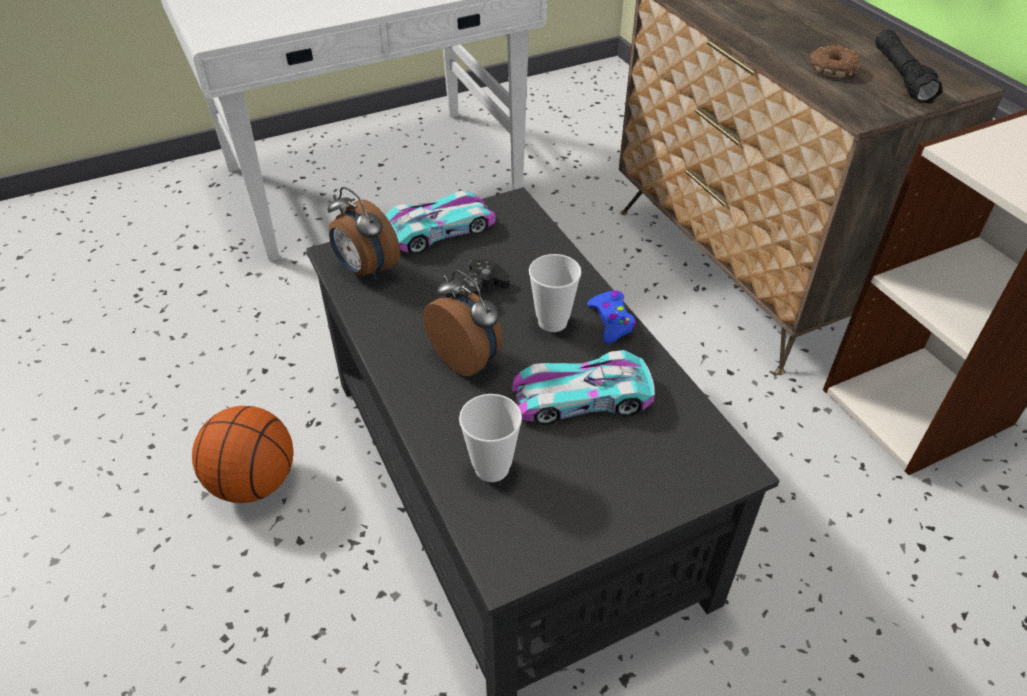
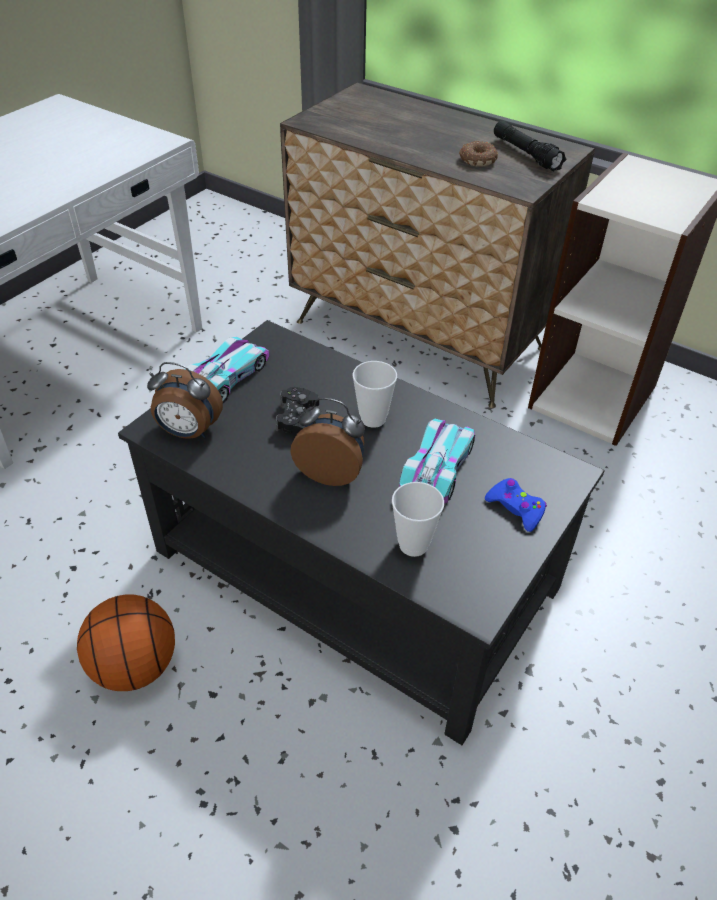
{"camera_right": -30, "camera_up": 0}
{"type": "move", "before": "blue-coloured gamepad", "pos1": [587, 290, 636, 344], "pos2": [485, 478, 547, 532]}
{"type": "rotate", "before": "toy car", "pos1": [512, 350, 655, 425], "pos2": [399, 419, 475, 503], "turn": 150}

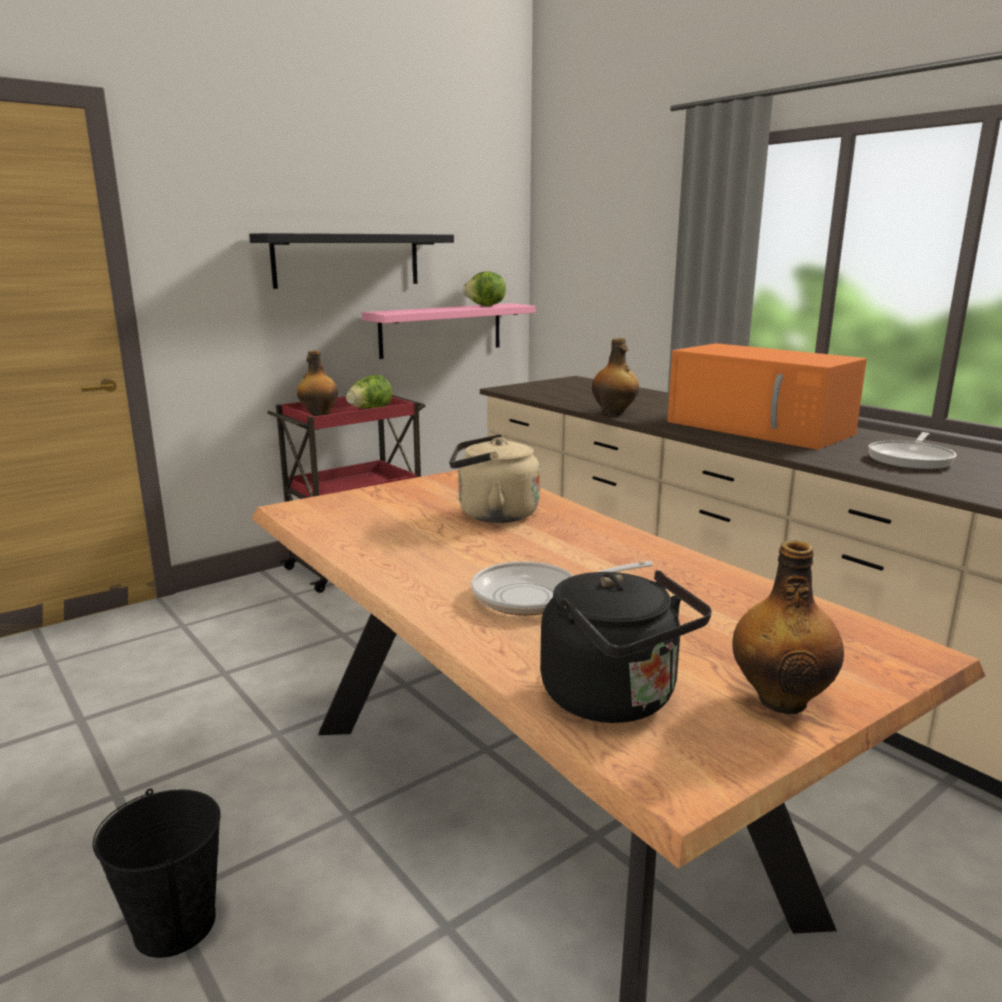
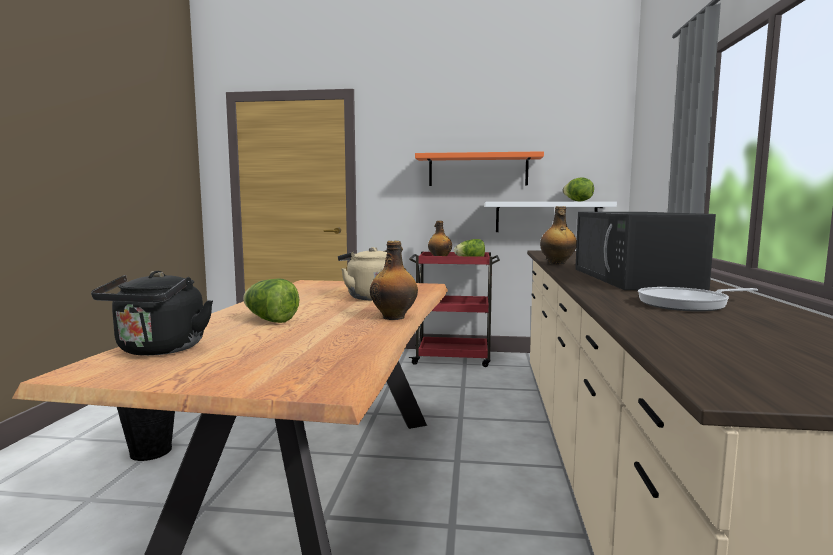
{"camera_right": 45, "camera_up": -10}
{"type": "recolor", "before": "black bracket shelf", "after": "orange-coloured bracket shelf", "pos1": [249, 233, 454, 289], "pos2": [415, 151, 544, 186]}
{"type": "recolor", "before": "pinkish bracket shelf", "after": "whitish bracket shelf", "pos1": [362, 303, 535, 359], "pos2": [485, 202, 617, 232]}
{"type": "recolor", "before": "orange-coloured kitchen microwave", "after": "black kitchen microwave", "pos1": [667, 343, 867, 450], "pos2": [575, 212, 716, 290]}
{"type": "move", "before": "drink bottle", "pos1": [732, 541, 844, 714], "pos2": [370, 241, 418, 320]}
{"type": "replace", "before": "pan", "after": "head of lettuce", "pos1": [471, 561, 653, 615], "pos2": [243, 279, 299, 323]}

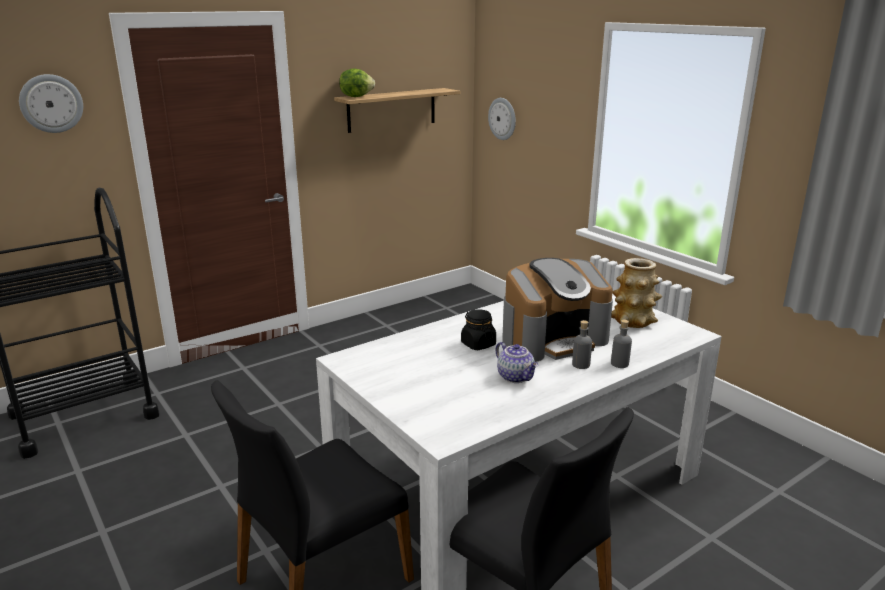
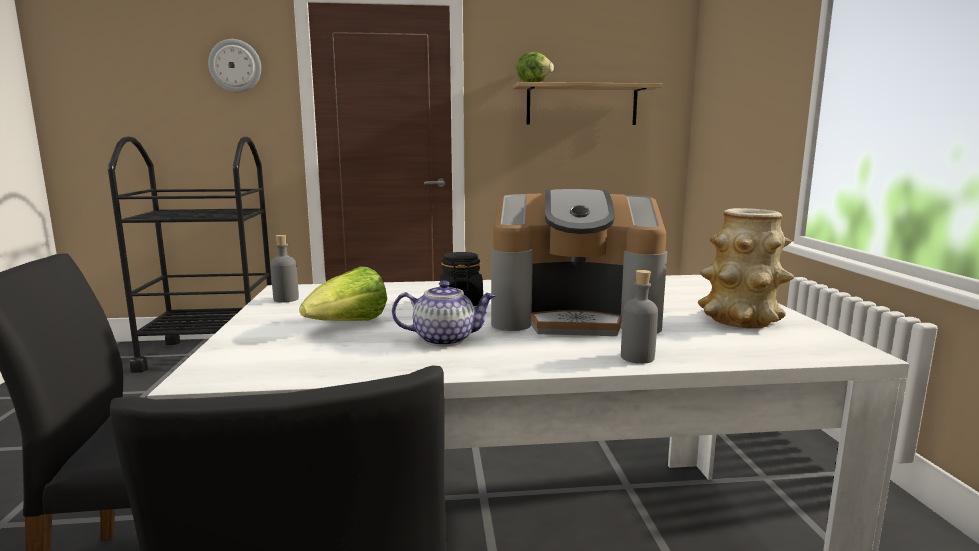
{"camera_right": 30, "camera_up": -10}
{"type": "delete", "before": "wall clock", "pos1": [488, 98, 516, 140]}
{"type": "move", "before": "grey drink bottle", "pos1": [572, 320, 592, 369], "pos2": [270, 235, 299, 303]}
{"type": "rotate", "before": "teapot", "pos1": [496, 342, 538, 383], "pos2": [392, 280, 496, 347], "turn": -90}
{"type": "insert", "after": "head of lettuce", "pos2": [299, 267, 387, 321]}

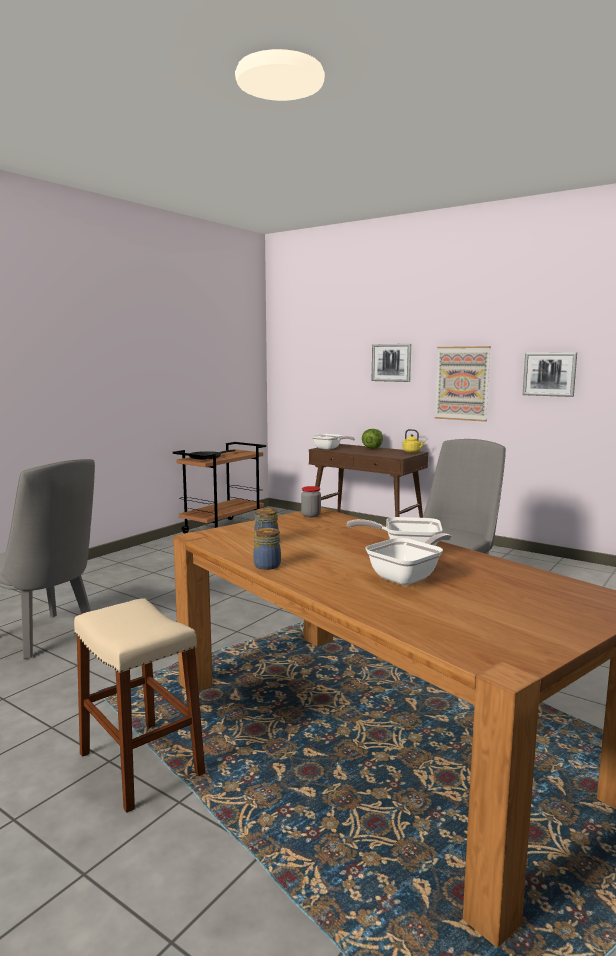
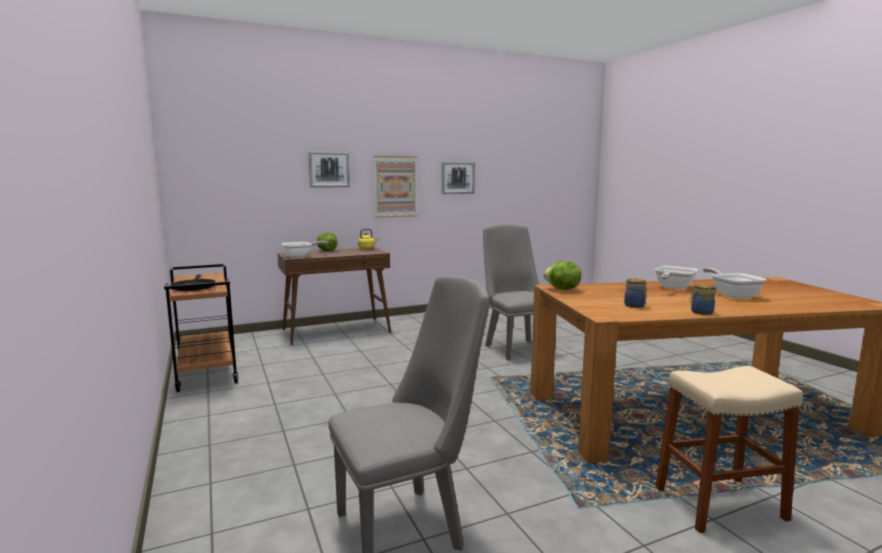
{"camera_right": -60, "camera_up": 0}
{"type": "replace", "before": "preserve jar", "after": "head of lettuce", "pos1": [301, 486, 321, 517], "pos2": [544, 261, 581, 290]}

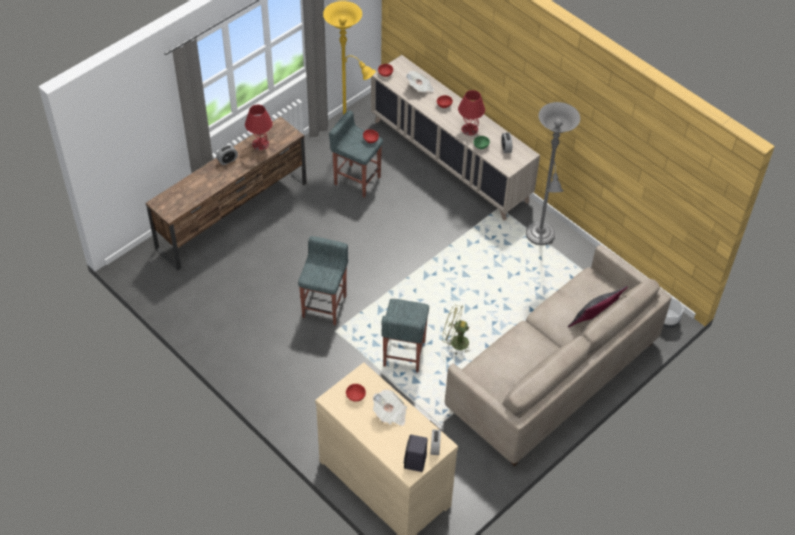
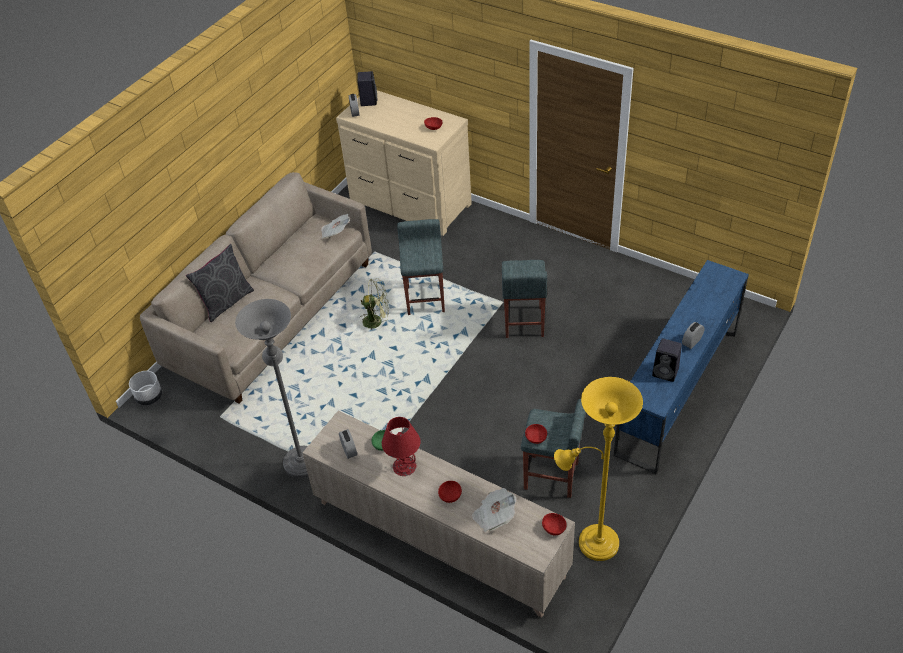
{"camera_right": 170, "camera_up": -5}
{"type": "replace", "before": "red-coloured lamp for a table", "after": "black loudspeaker", "pos1": [245, 105, 273, 150], "pos2": [652, 338, 682, 382]}
{"type": "recolor", "before": "brownish media console", "after": "blue-coloured media console", "pos1": [146, 116, 307, 270], "pos2": [614, 260, 749, 474]}
{"type": "move", "before": "daily paper", "pos1": [373, 390, 407, 426], "pos2": [321, 214, 350, 239]}

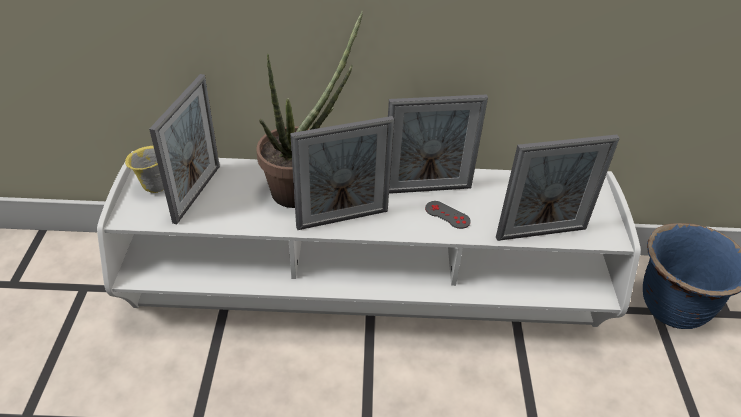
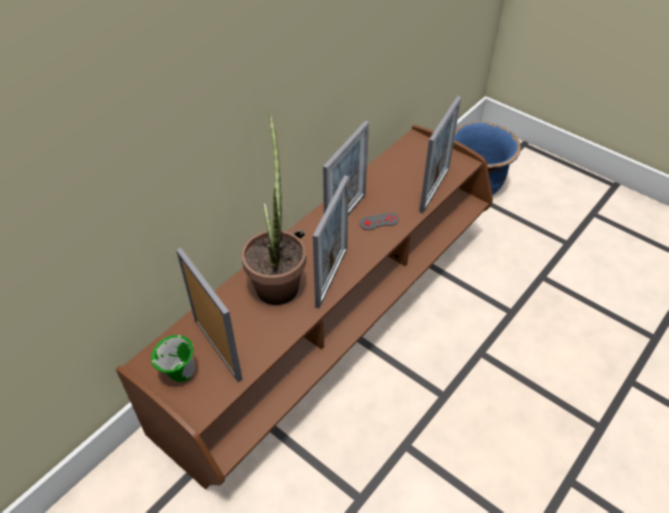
{"camera_right": -50, "camera_up": 5}
{"type": "recolor", "before": "yellowish coffee mug", "after": "green-coloured coffee mug", "pos1": [125, 146, 164, 193], "pos2": [151, 335, 195, 382]}
{"type": "recolor", "before": "whitish media console", "after": "brownish media console", "pos1": [97, 151, 641, 327], "pos2": [116, 125, 493, 490]}

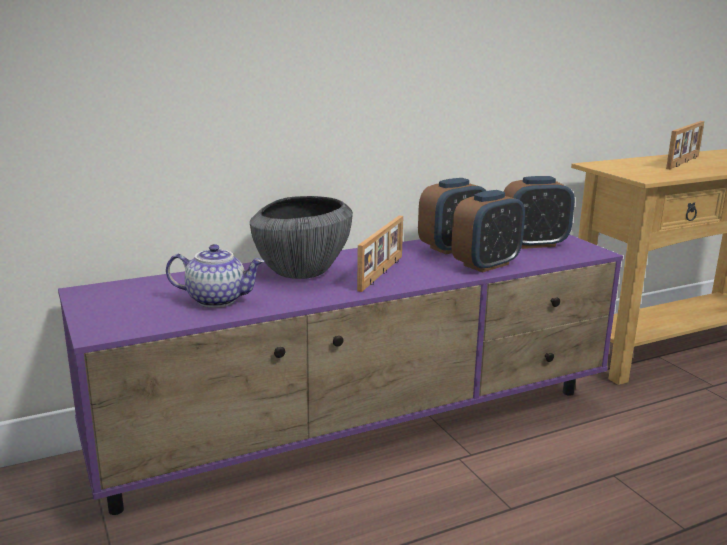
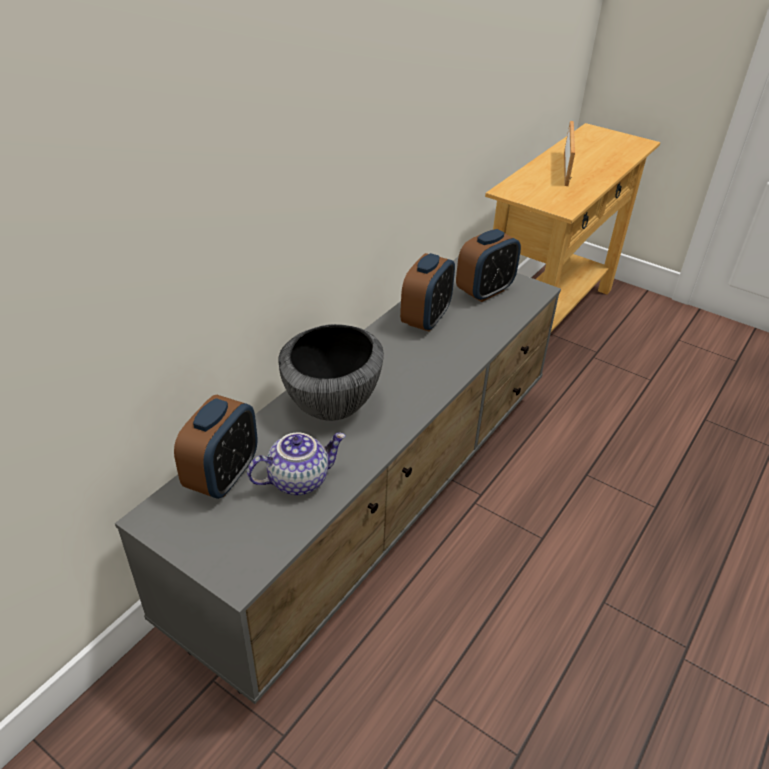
{"camera_right": -30, "camera_up": 20}
{"type": "move", "before": "table clock", "pos1": [451, 190, 525, 273], "pos2": [174, 395, 258, 499]}
{"type": "delete", "before": "photo frame", "pos1": [357, 215, 403, 292]}
{"type": "recolor", "before": "purplish media console", "after": "grey media console", "pos1": [58, 234, 623, 515], "pos2": [115, 256, 561, 704]}

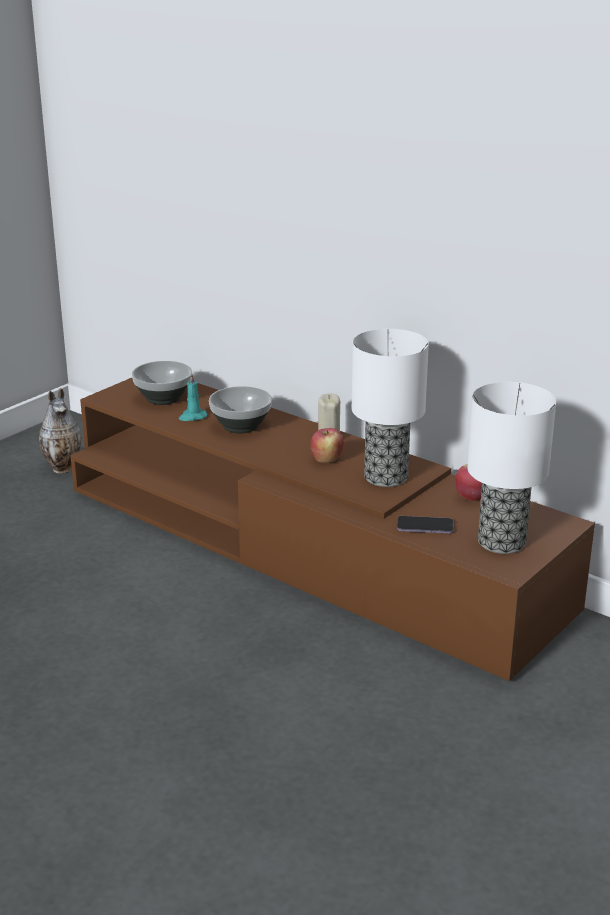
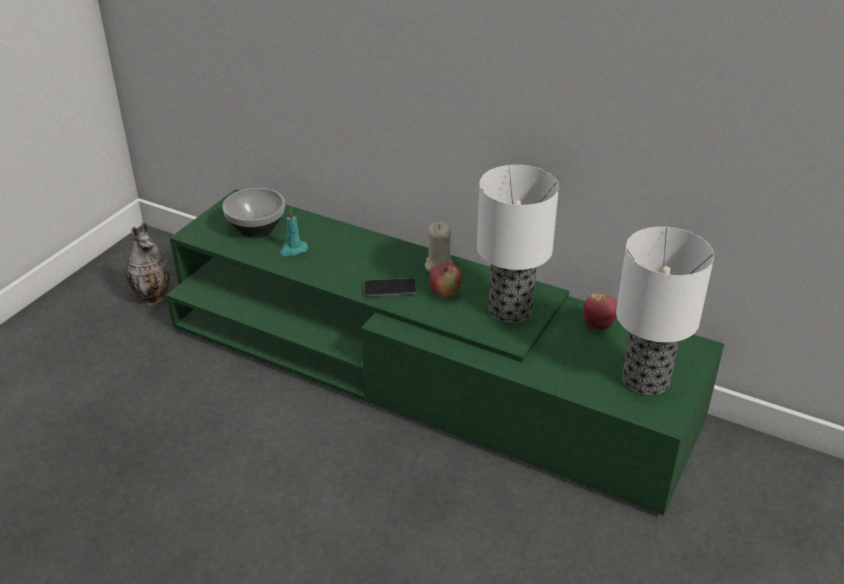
{"camera_right": -10, "camera_up": 10}
{"type": "recolor", "before": "brownish media console", "after": "green-coloured media console", "pos1": [70, 378, 595, 681], "pos2": [166, 189, 724, 515]}
{"type": "delete", "before": "deep dish", "pos1": [209, 386, 272, 433]}
{"type": "move", "before": "telephone", "pos1": [397, 516, 453, 534], "pos2": [364, 278, 416, 297]}

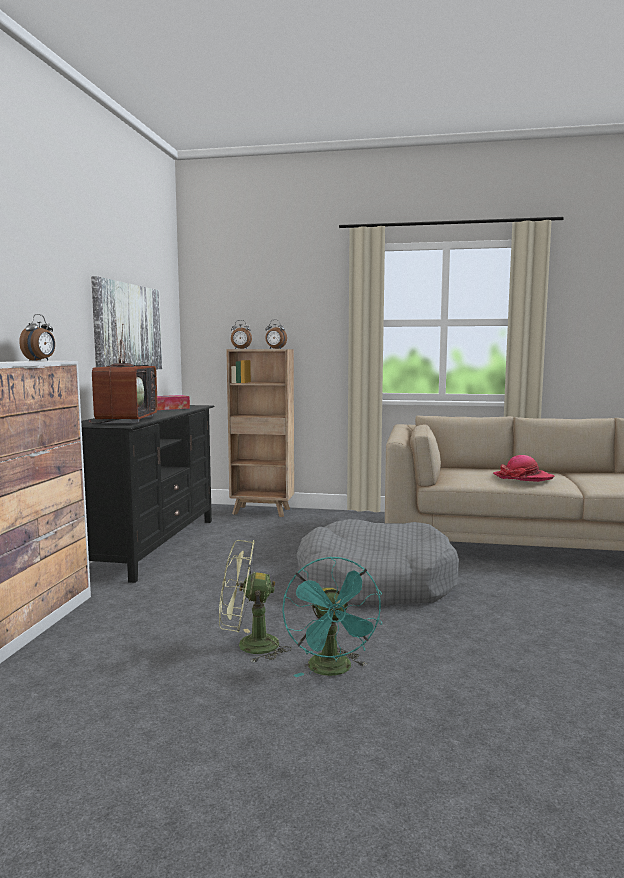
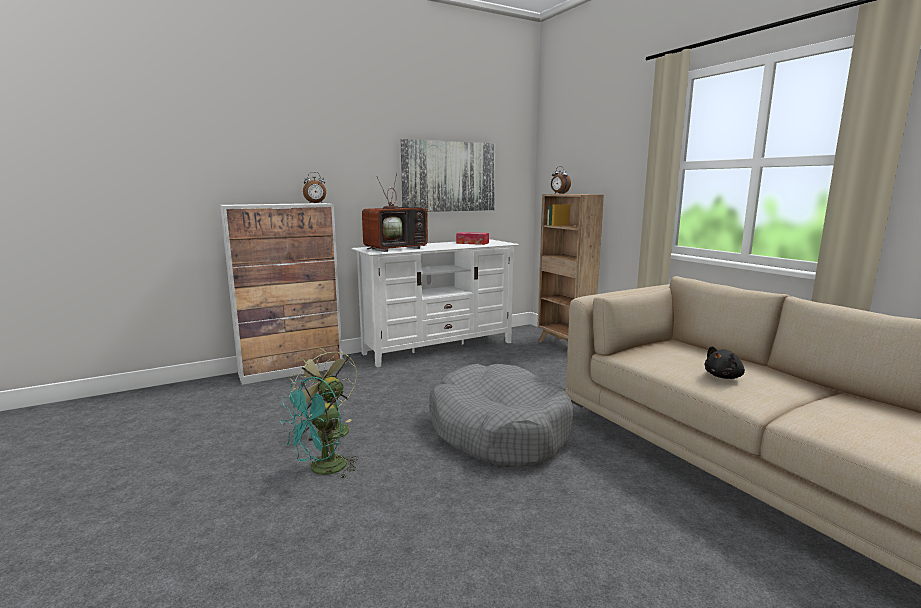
{"camera_right": 50, "camera_up": 5}
{"type": "delete", "before": "table clock", "pos1": [265, 320, 287, 349]}
{"type": "recolor", "before": "black media console", "after": "whitish media console", "pos1": [81, 405, 215, 583], "pos2": [351, 239, 519, 367]}
{"type": "replace", "before": "clothing hat", "after": "black cuddly toy", "pos1": [493, 455, 554, 482], "pos2": [704, 346, 745, 379]}

